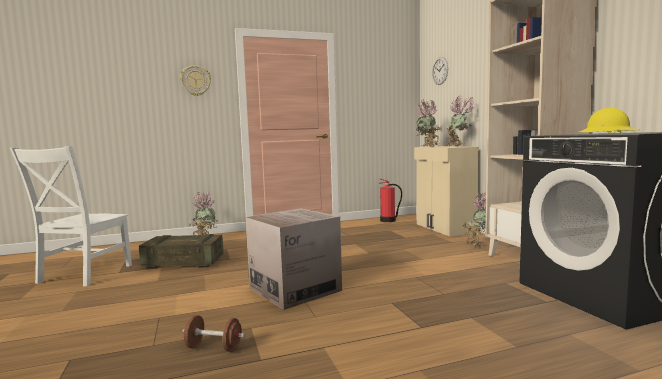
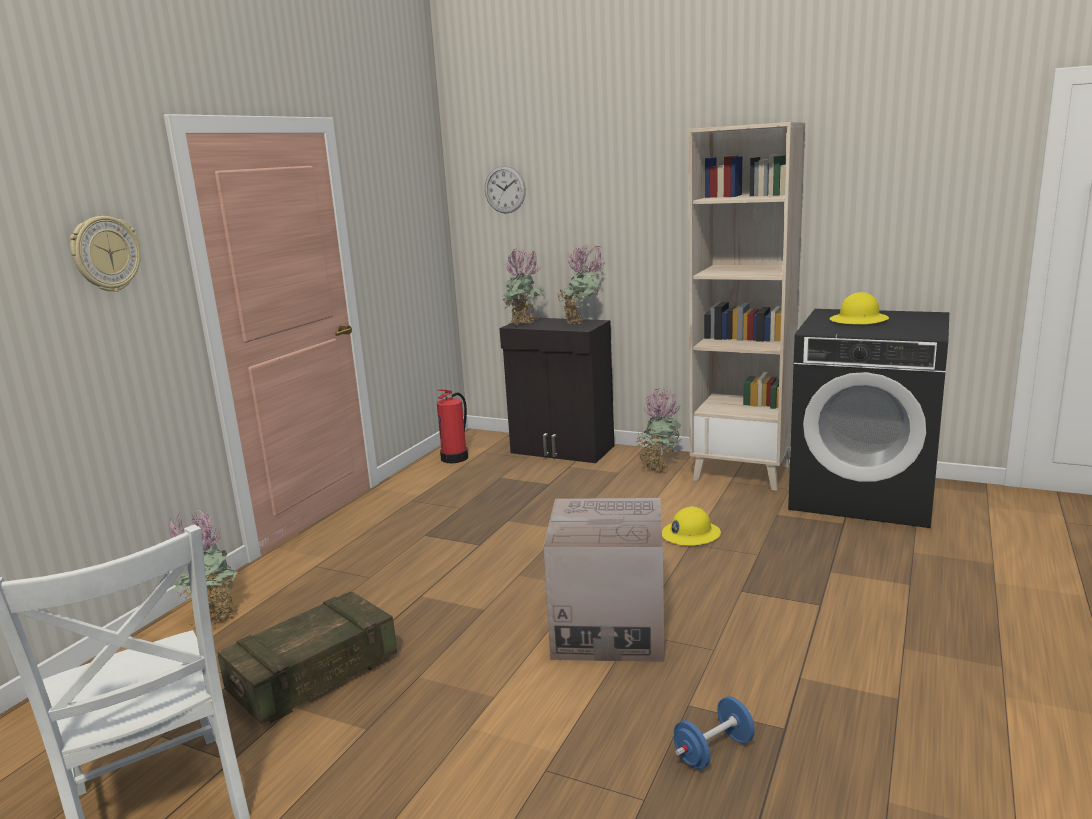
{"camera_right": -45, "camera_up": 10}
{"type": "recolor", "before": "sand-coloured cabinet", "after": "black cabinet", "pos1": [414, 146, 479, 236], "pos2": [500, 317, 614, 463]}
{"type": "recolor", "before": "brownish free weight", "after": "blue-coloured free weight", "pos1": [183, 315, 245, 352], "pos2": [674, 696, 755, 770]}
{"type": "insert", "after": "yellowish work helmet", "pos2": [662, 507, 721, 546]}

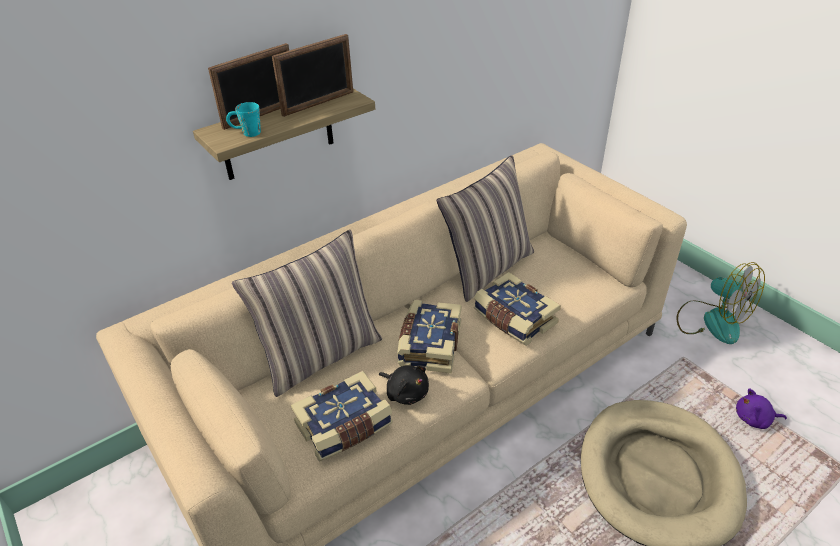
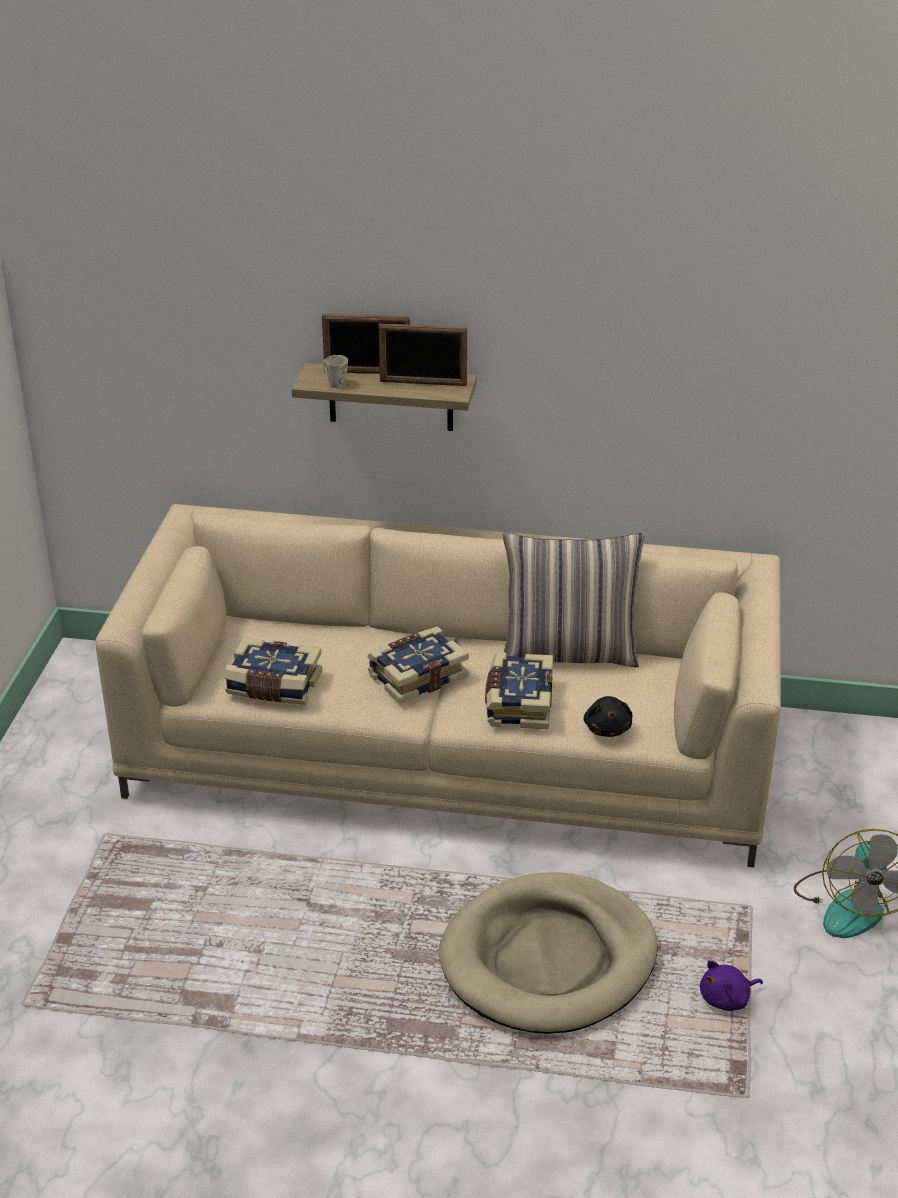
{"camera_right": 45, "camera_up": -5}
{"type": "recolor", "before": "blue-green coffee mug", "after": "whitish coffee mug", "pos1": [226, 102, 261, 137], "pos2": [323, 355, 348, 388]}
{"type": "delete", "before": "pillow", "pos1": [232, 230, 382, 397]}
{"type": "move", "before": "black cuddly toy", "pos1": [379, 365, 429, 405], "pos2": [583, 696, 633, 737]}
{"type": "rotate", "before": "purplish cuddly toy", "pos1": [736, 388, 787, 429], "pos2": [700, 960, 763, 1011], "turn": -75}

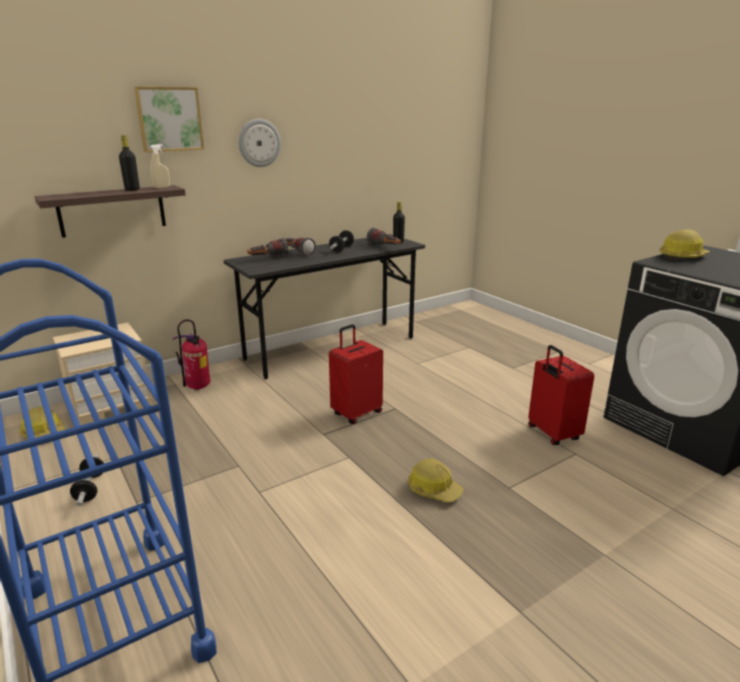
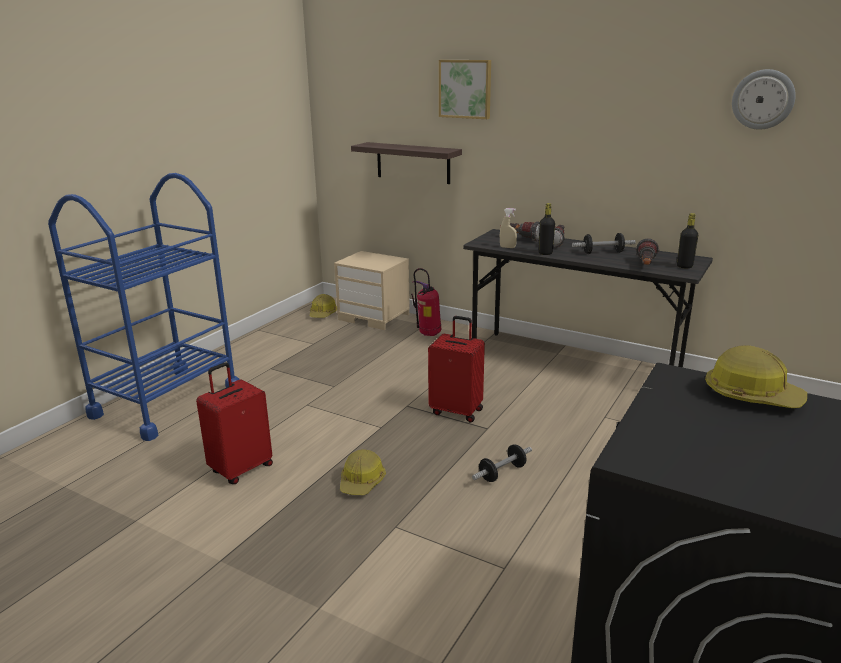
{"camera_right": 65, "camera_up": 0}
{"type": "move", "before": "wall clock", "pos1": [238, 119, 281, 167], "pos2": [732, 69, 796, 130]}
{"type": "move", "before": "black drink bottle", "pos1": [119, 135, 140, 191], "pos2": [538, 203, 555, 255]}
{"type": "move", "before": "sand-coloured spray bottle", "pos1": [150, 144, 170, 189], "pos2": [500, 208, 517, 248]}
{"type": "move", "before": "red-coloured travel case", "pos1": [528, 345, 594, 445], "pos2": [196, 362, 273, 484]}
{"type": "move", "before": "free weight", "pos1": [70, 454, 104, 506], "pos2": [472, 444, 532, 482]}

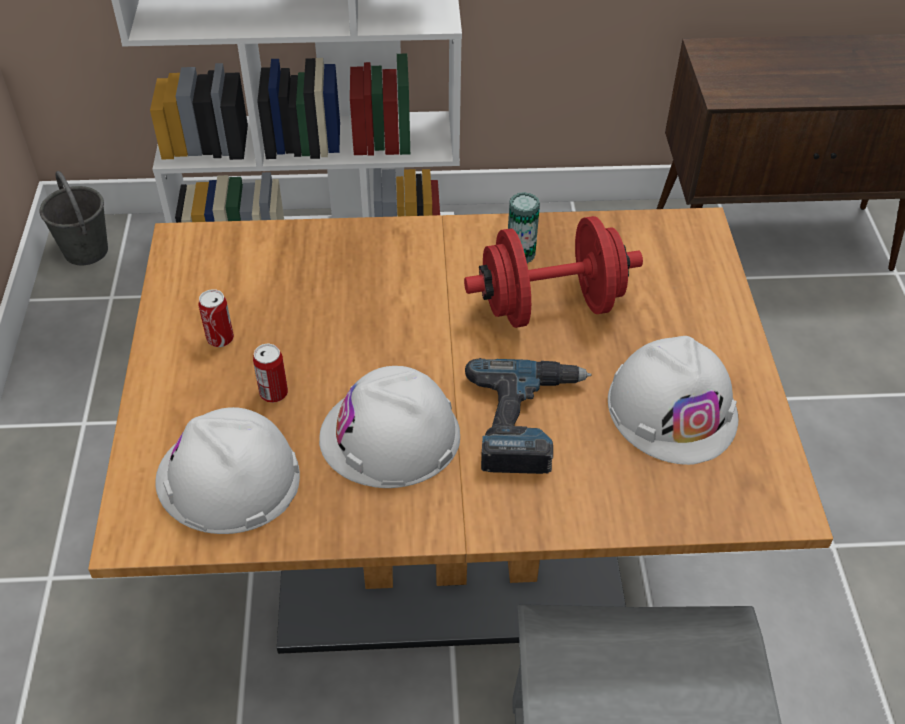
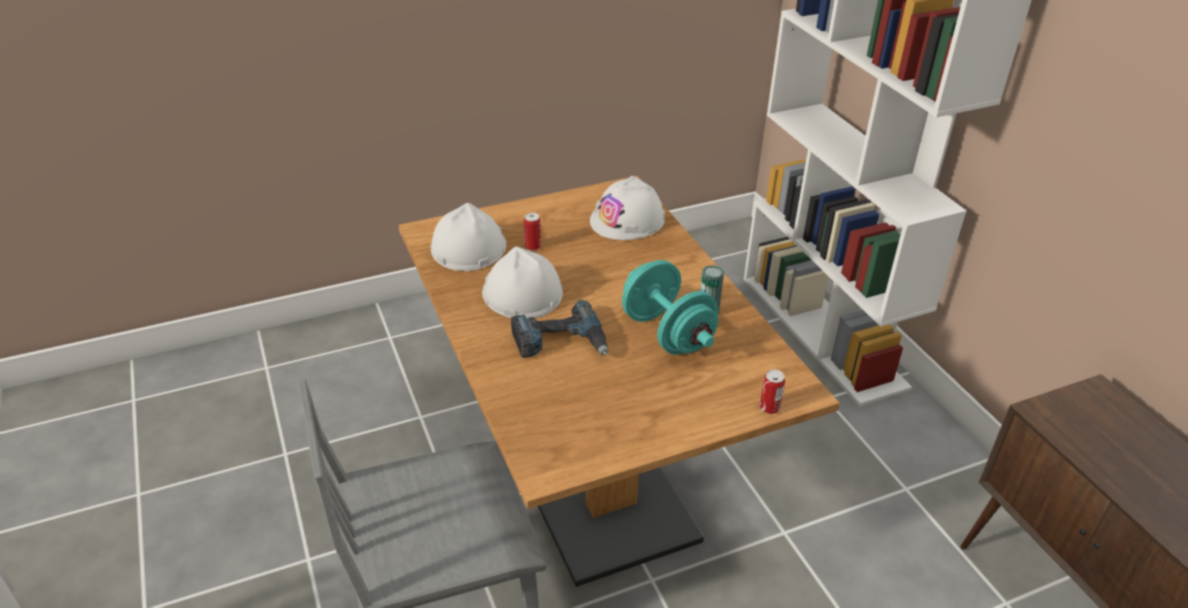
{"camera_right": 70, "camera_up": -10}
{"type": "delete", "before": "grey bucket", "pos1": [40, 171, 108, 265]}
{"type": "recolor", "before": "red-coloured free weight", "after": "blue-green free weight", "pos1": [464, 216, 643, 328], "pos2": [622, 260, 718, 355]}
{"type": "move", "before": "sealed can", "pos1": [198, 289, 234, 347], "pos2": [760, 369, 785, 414]}
{"type": "move", "before": "whitish work helmet", "pos1": [608, 336, 738, 465], "pos2": [590, 176, 665, 240]}

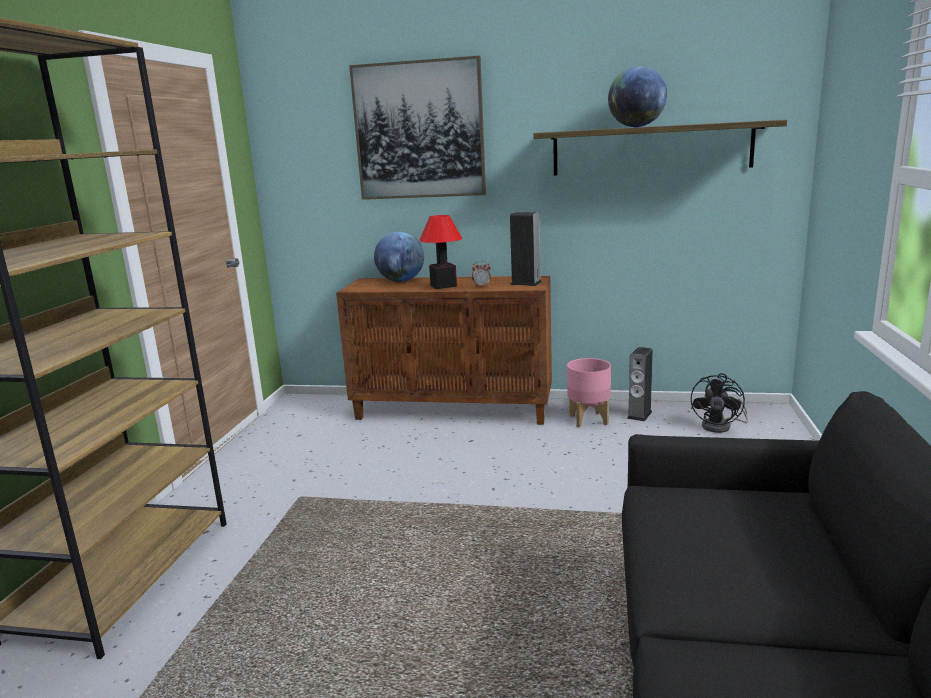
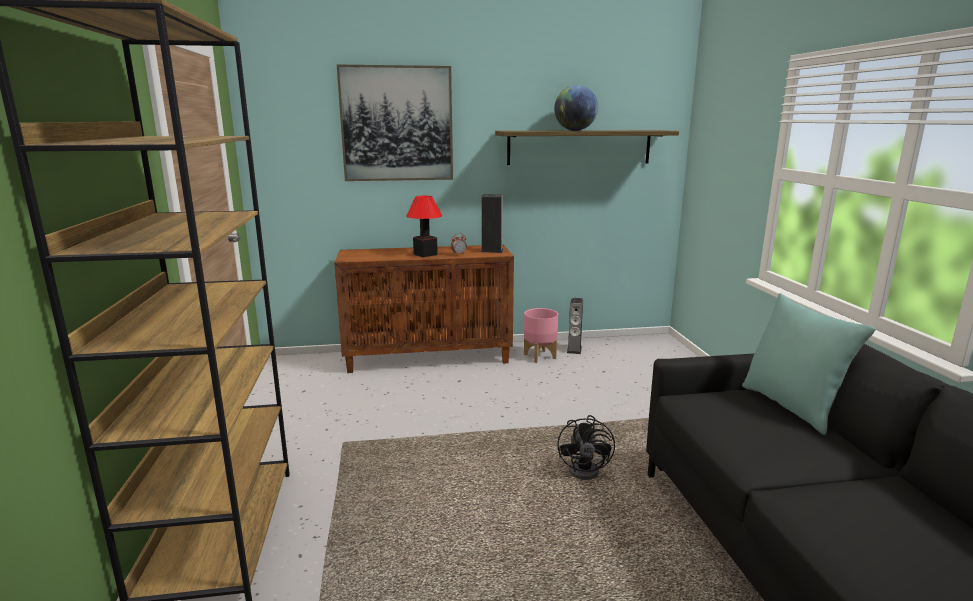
{"camera_right": -20, "camera_up": 0}
{"type": "delete", "before": "globe", "pos1": [374, 232, 424, 282]}
{"type": "move", "before": "black electric fan", "pos1": [691, 373, 748, 433], "pos2": [557, 415, 615, 480]}
{"type": "insert", "after": "blue-green pillow", "pos2": [742, 293, 876, 435]}

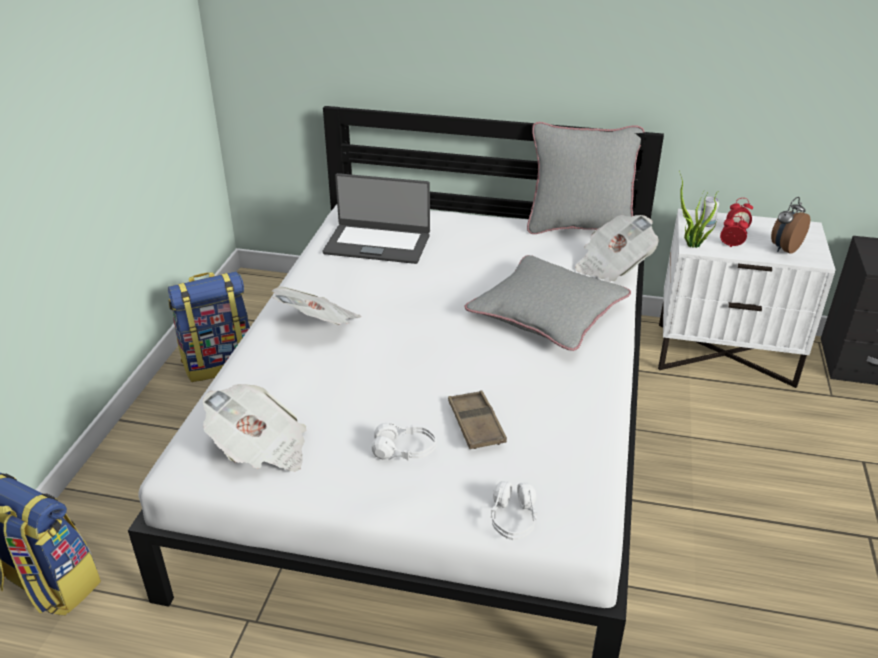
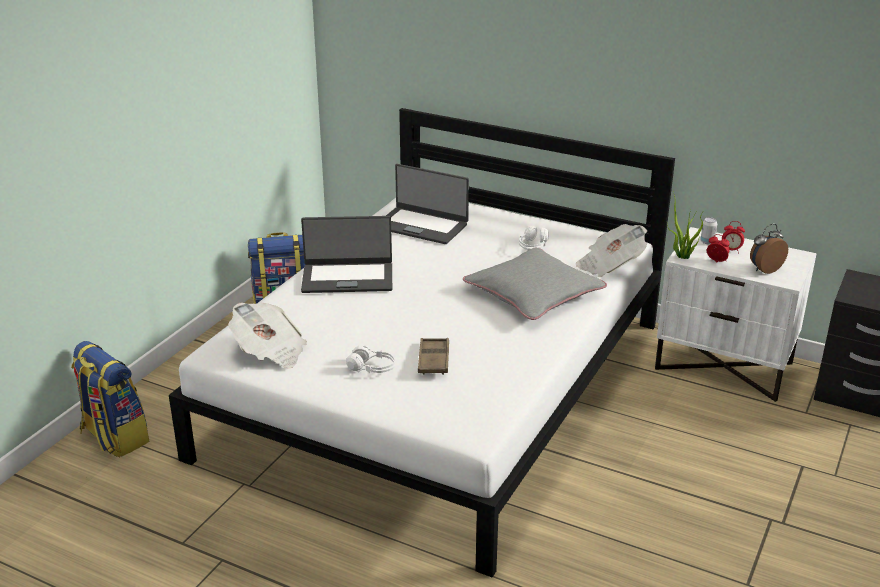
{"camera_right": 15, "camera_up": -5}
{"type": "delete", "before": "grey pillow", "pos1": [527, 122, 644, 234]}
{"type": "replace", "before": "daily paper", "after": "notebook computer", "pos1": [272, 287, 361, 325], "pos2": [301, 216, 392, 293]}
{"type": "move", "before": "whitish headphones", "pos1": [491, 481, 537, 540], "pos2": [519, 226, 549, 250]}

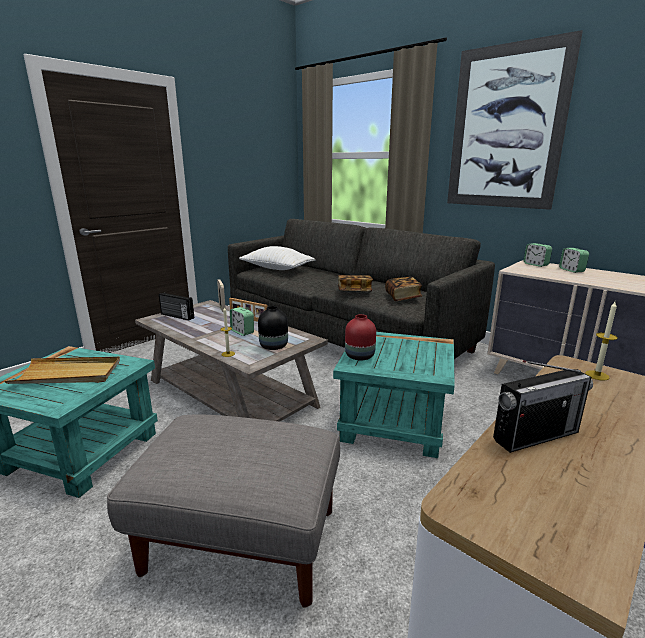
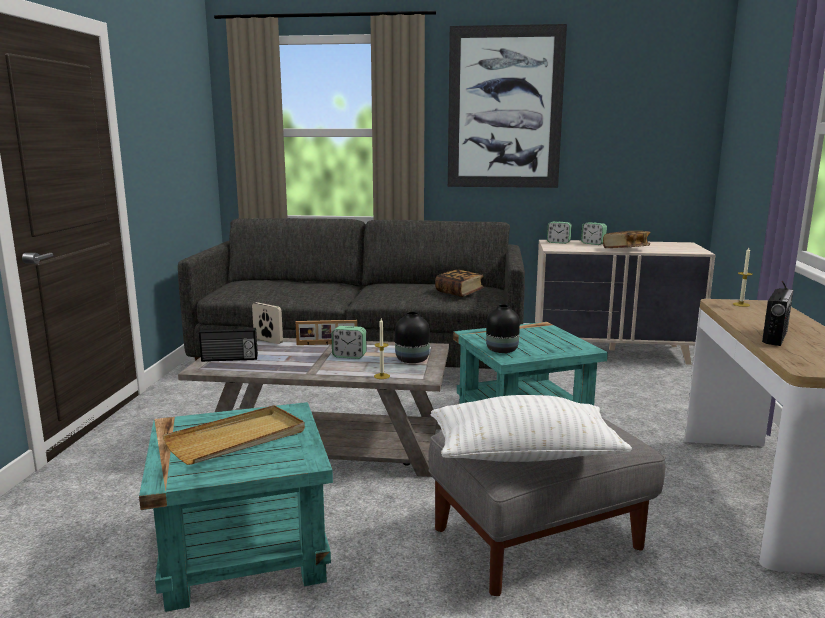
{"camera_right": -35, "camera_up": -5}
{"type": "move", "before": "whitish pillow", "pos1": [239, 246, 316, 270], "pos2": [430, 395, 632, 462]}
{"type": "move", "before": "book", "pos1": [338, 275, 373, 291], "pos2": [603, 231, 651, 248]}
{"type": "recolor", "before": "red-coloured decorative vase", "after": "black decorative vase", "pos1": [345, 314, 376, 360], "pos2": [486, 304, 520, 353]}

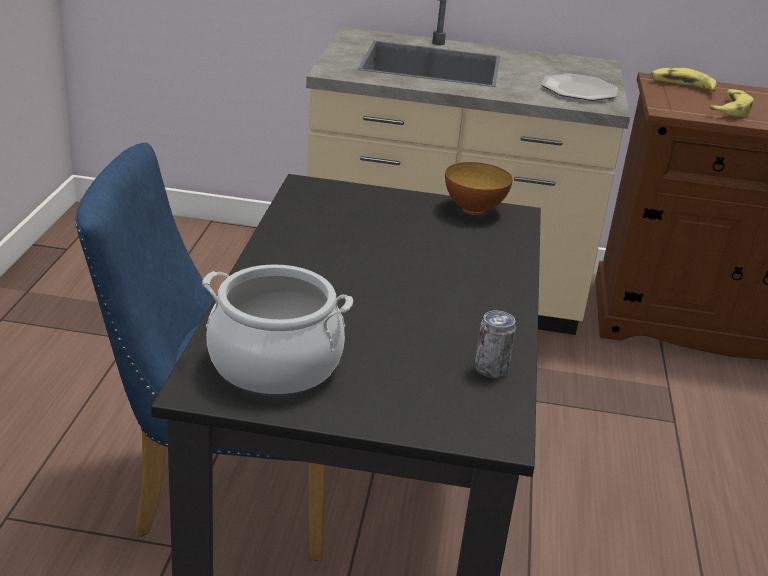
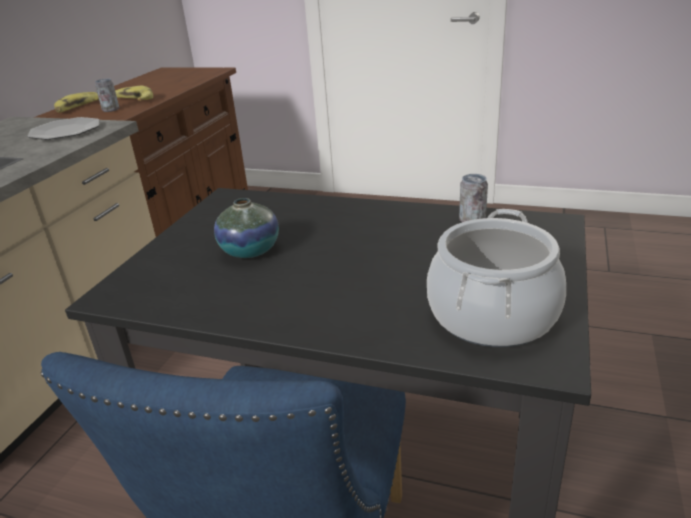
{"camera_right": -75, "camera_up": 0}
{"type": "delete", "before": "deep dish", "pos1": [445, 162, 513, 215]}
{"type": "insert", "after": "sealed can", "pos2": [95, 79, 120, 112]}
{"type": "insert", "after": "decorative vase", "pos2": [214, 198, 279, 258]}

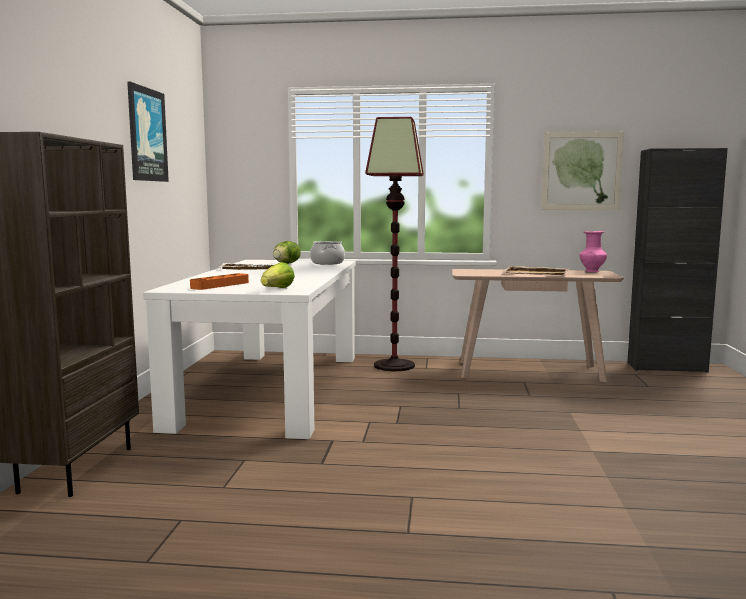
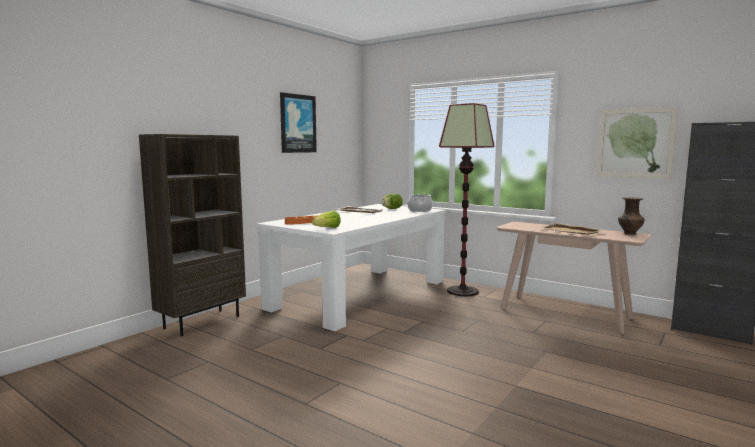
{"camera_right": 30, "camera_up": 0}
{"type": "recolor", "before": "pinkish decorative vase", "after": "brownish decorative vase", "pos1": [579, 231, 607, 272], "pos2": [618, 197, 645, 235]}

